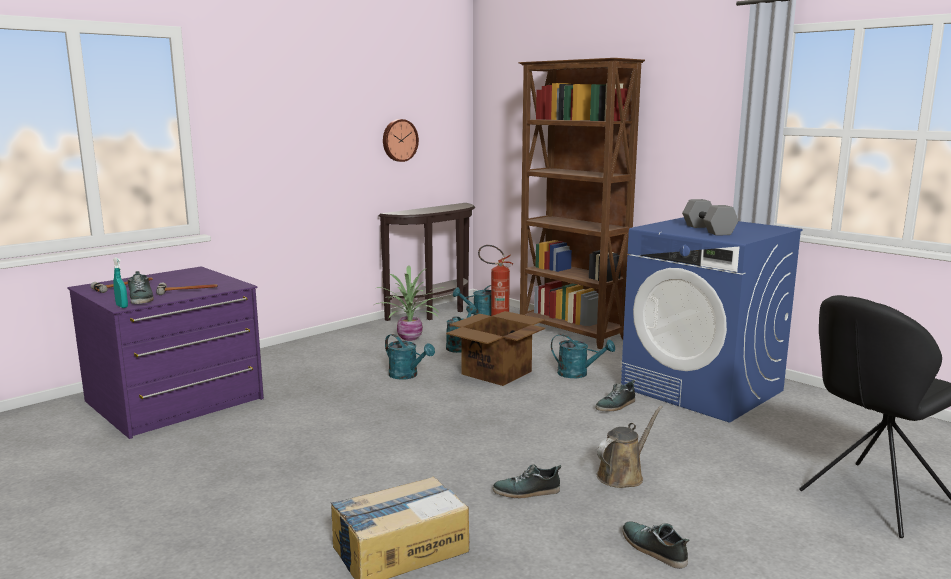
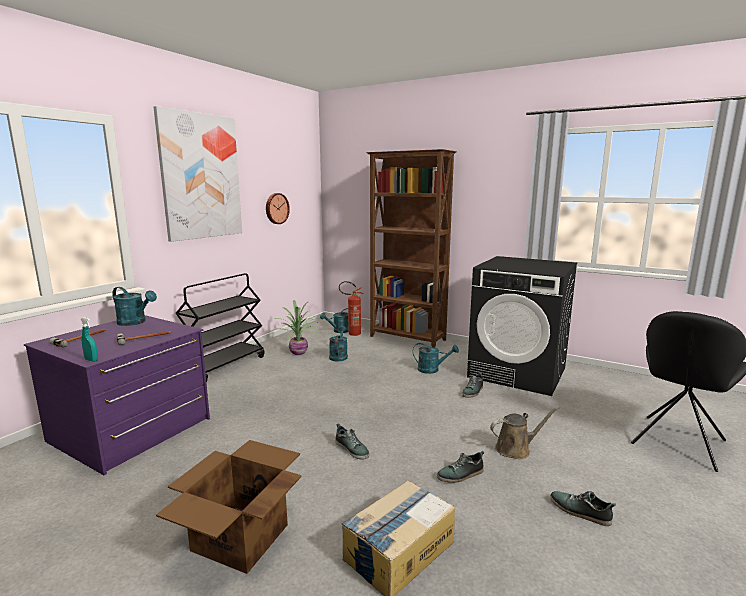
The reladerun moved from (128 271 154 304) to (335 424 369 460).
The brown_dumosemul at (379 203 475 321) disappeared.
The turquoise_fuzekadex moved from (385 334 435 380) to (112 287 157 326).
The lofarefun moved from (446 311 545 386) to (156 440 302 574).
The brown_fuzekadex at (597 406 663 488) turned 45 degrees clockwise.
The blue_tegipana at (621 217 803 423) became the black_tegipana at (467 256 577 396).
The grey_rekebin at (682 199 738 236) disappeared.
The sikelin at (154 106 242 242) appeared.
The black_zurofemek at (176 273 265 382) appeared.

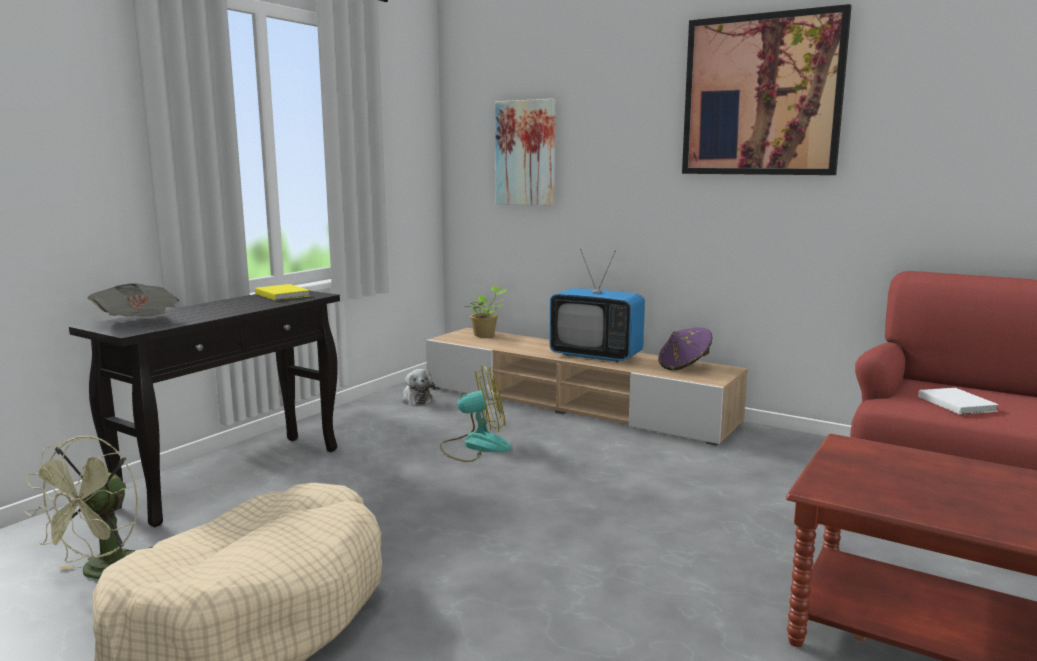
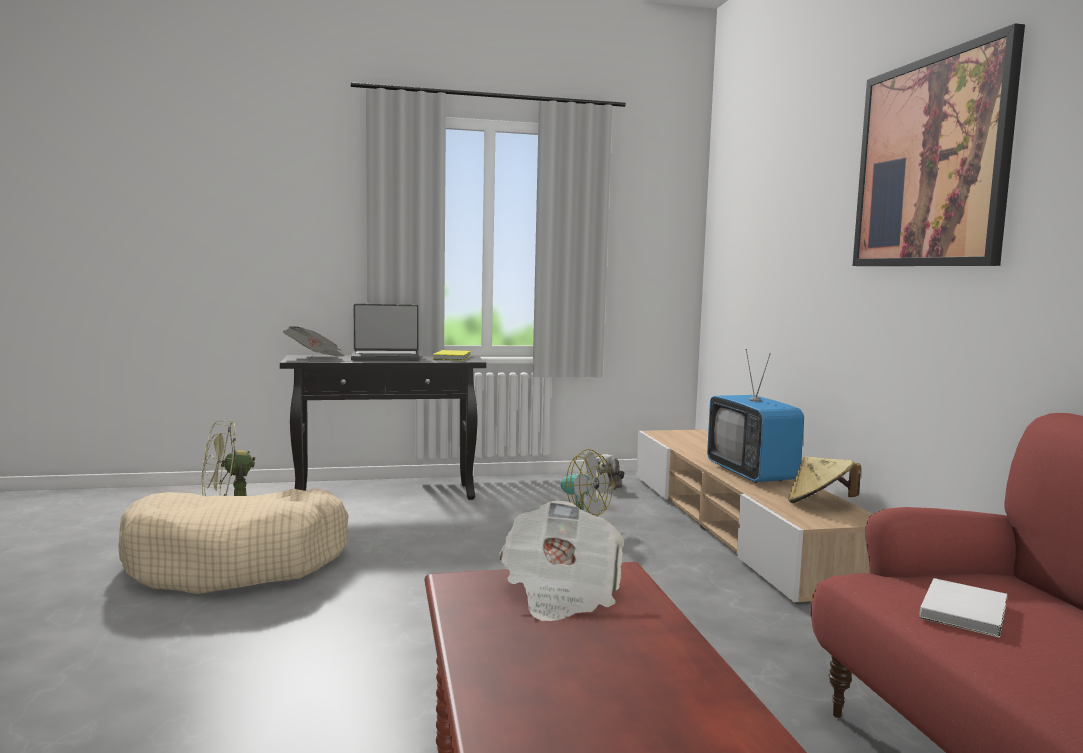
The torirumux at (466 286 507 337) disappeared.
The sikelin at (495 99 556 206) disappeared.
The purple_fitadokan at (658 327 713 370) became the beige_fitadokan at (788 456 861 503).
The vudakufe at (351 304 419 361) appeared.
The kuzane at (499 501 624 621) appeared.

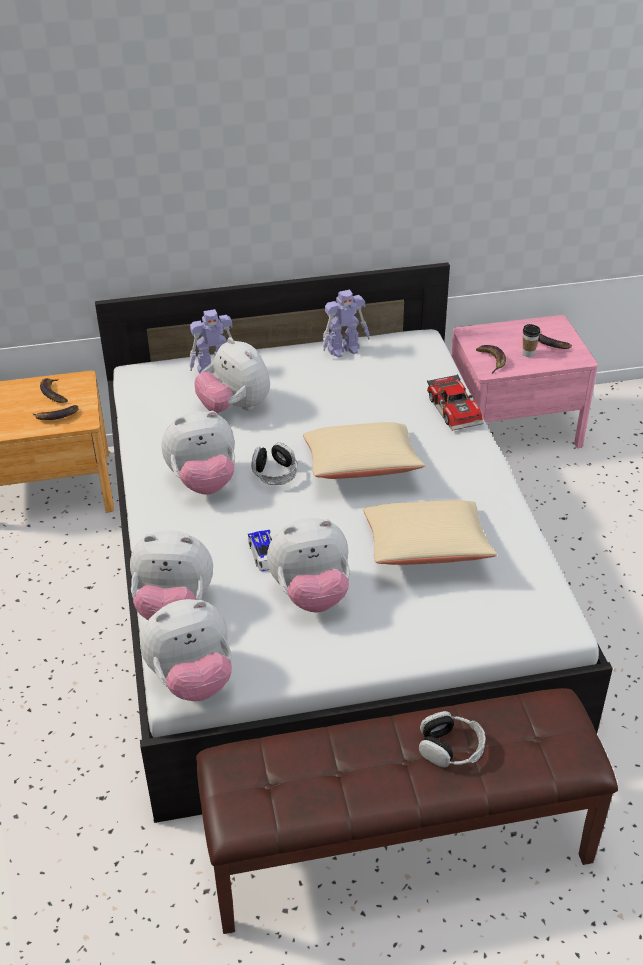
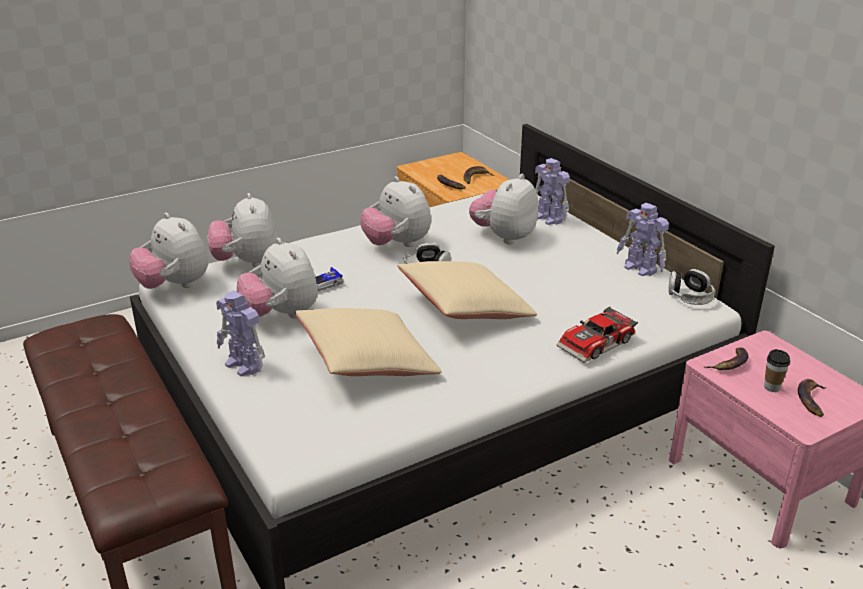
The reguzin moved from (419 711 486 767) to (668 269 715 305).
The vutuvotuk at (216 290 265 376) appeared.

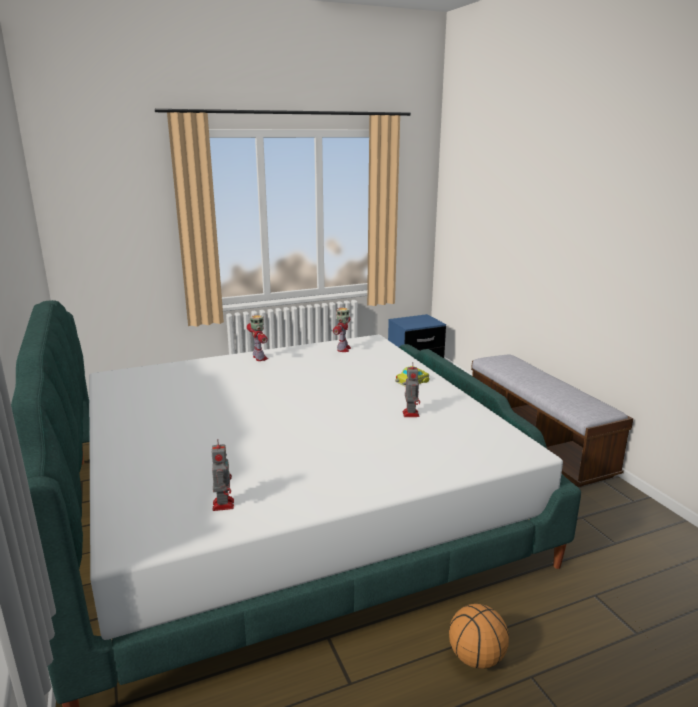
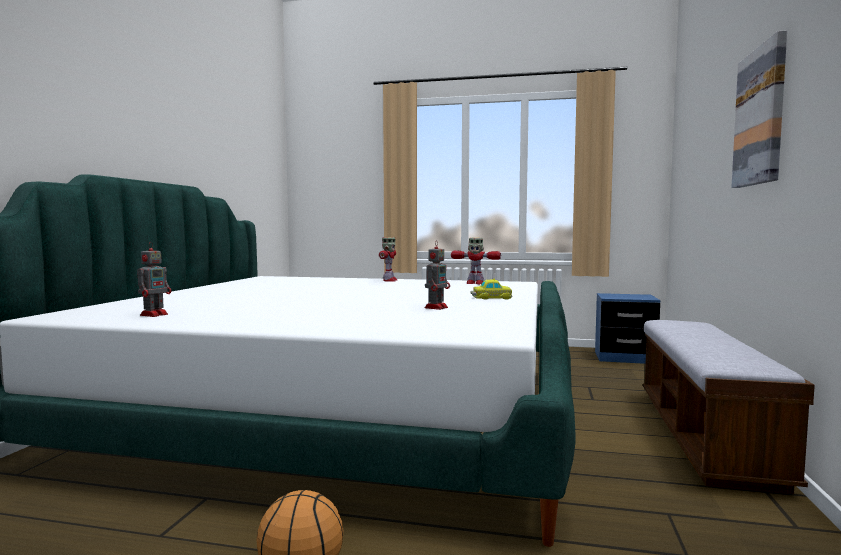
The vutuvotuk at (333 308 351 352) turned 60 degrees clockwise.
The sikelin at (731 30 787 188) appeared.

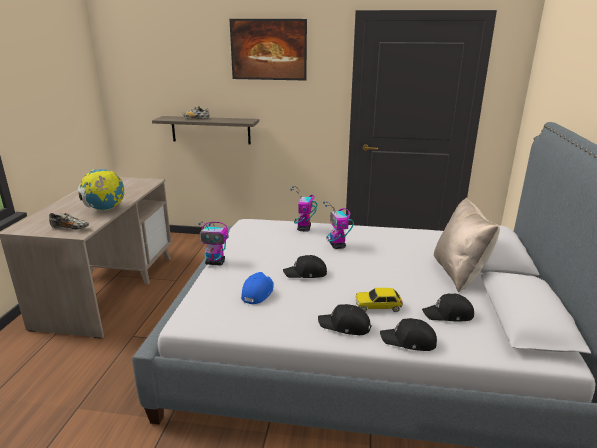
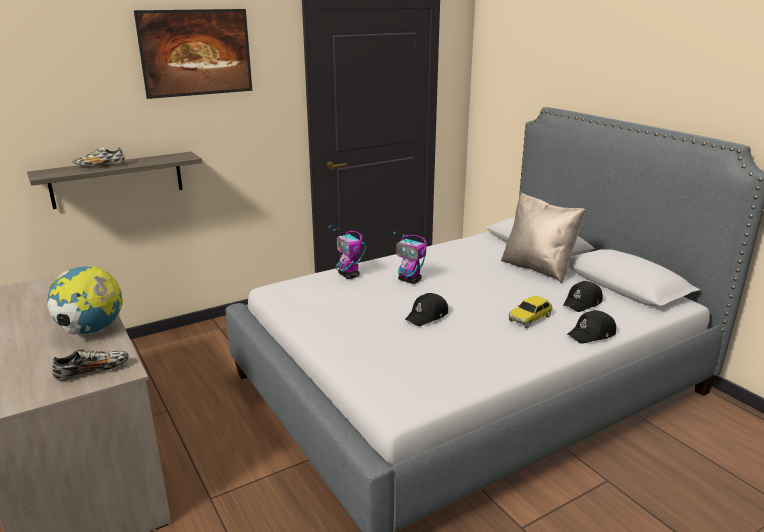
The vutuvotuk at (198 222 229 266) disappeared.
The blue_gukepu at (241 272 274 305) disappeared.
The black_gukepu at (318 304 371 335) disappeared.

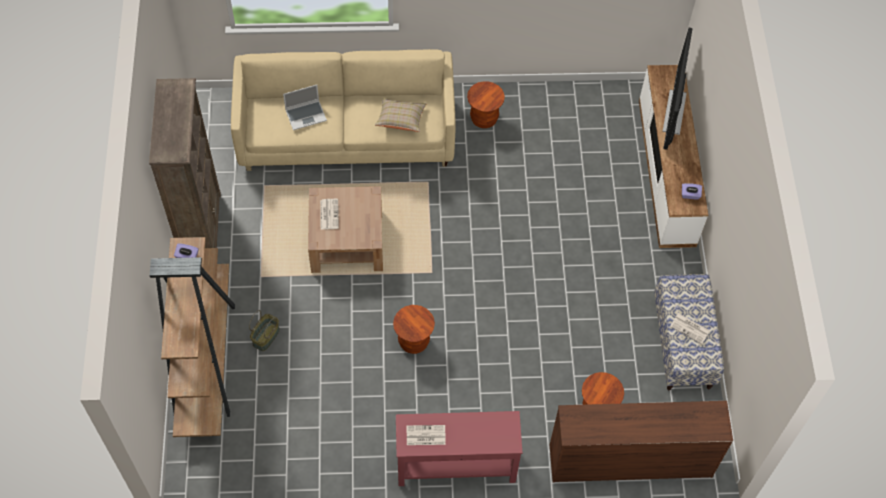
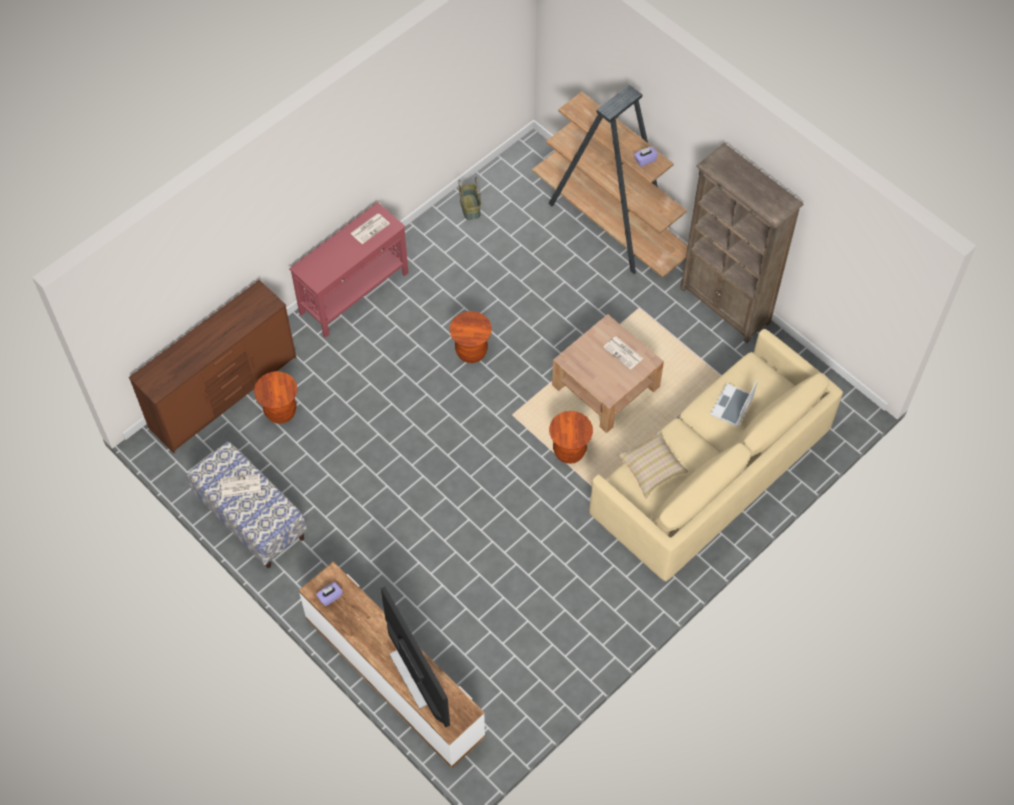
The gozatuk moved from (249 310 280 351) to (458 176 481 220).
The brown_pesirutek moved from (467 81 505 128) to (549 411 593 464).

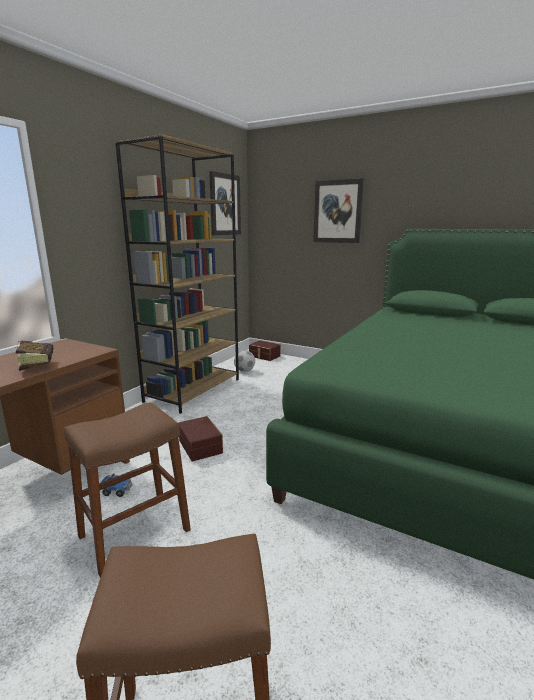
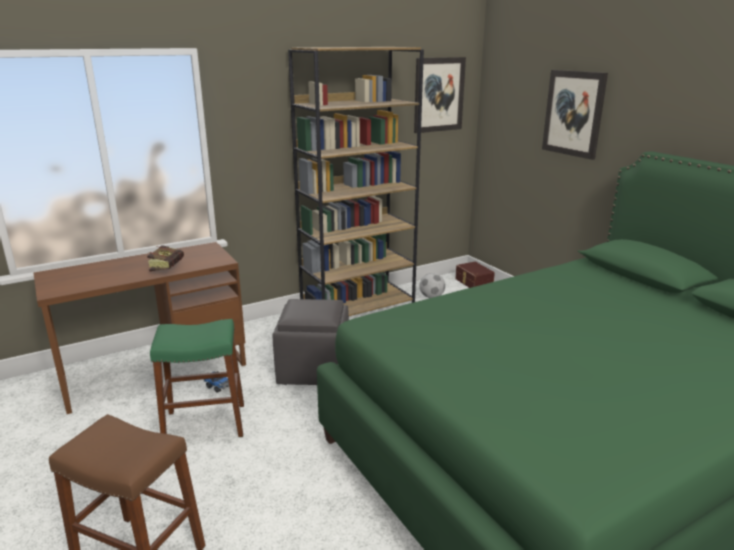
The brown_pesirutek at (64 402 191 578) became the green_pesirutek at (150 319 244 437).
The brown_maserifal at (178 416 223 461) was replaced by the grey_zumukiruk at (273 299 349 385).

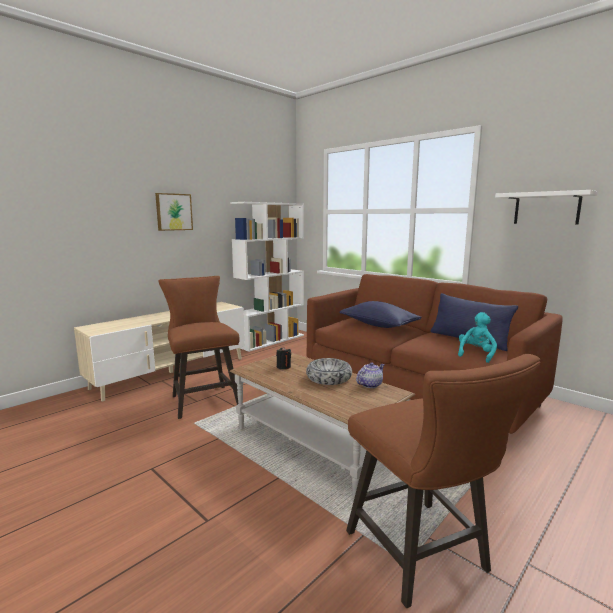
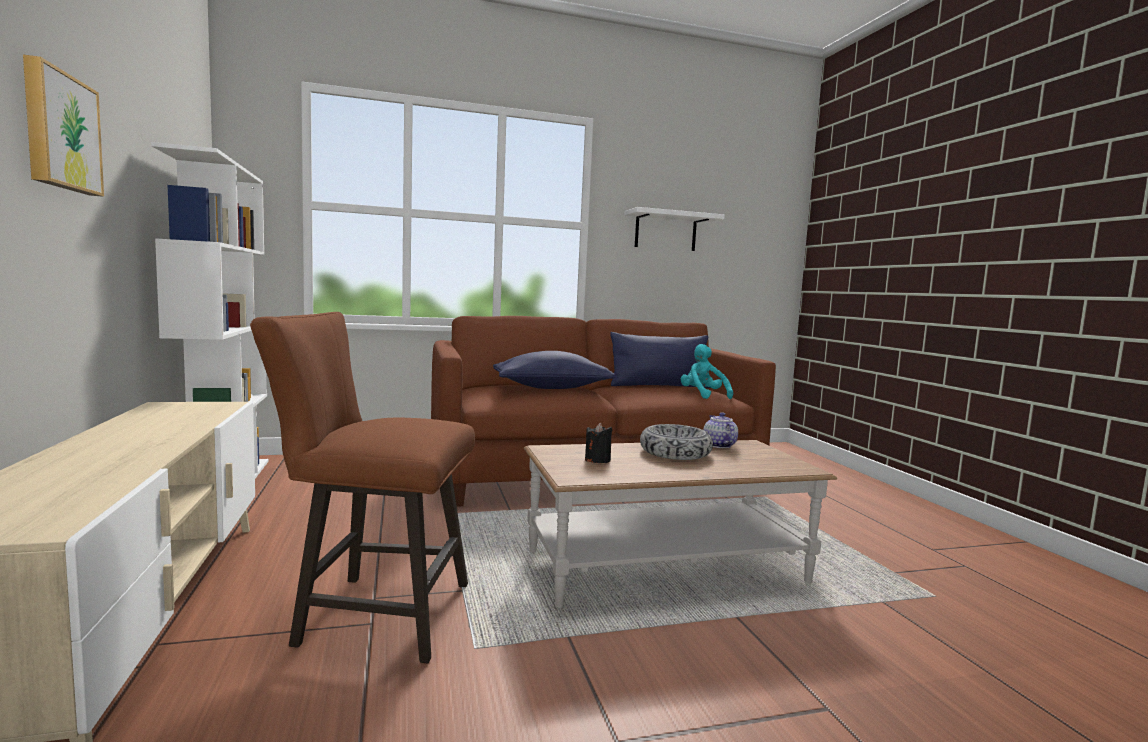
The brown_pesirutek at (346 354 541 608) disappeared.

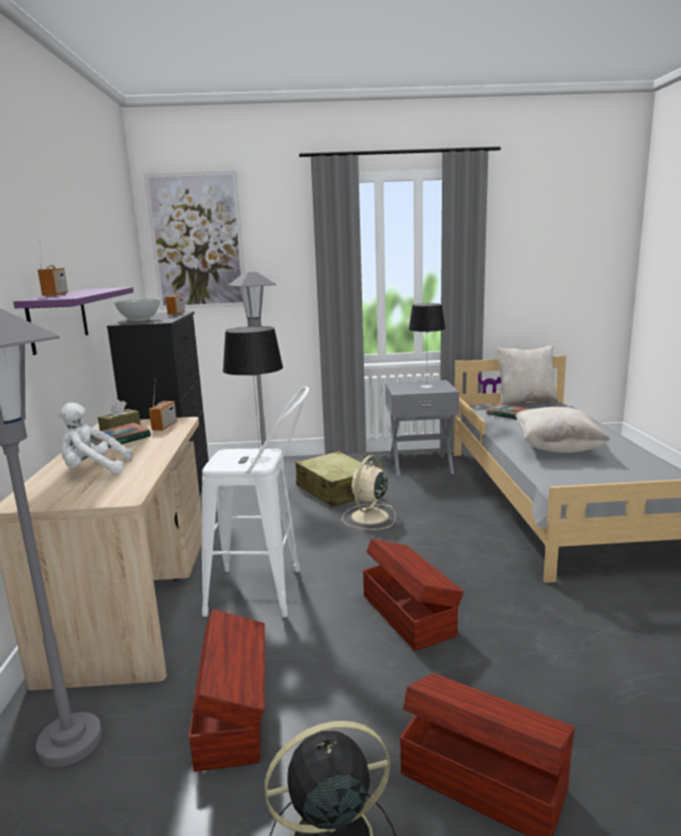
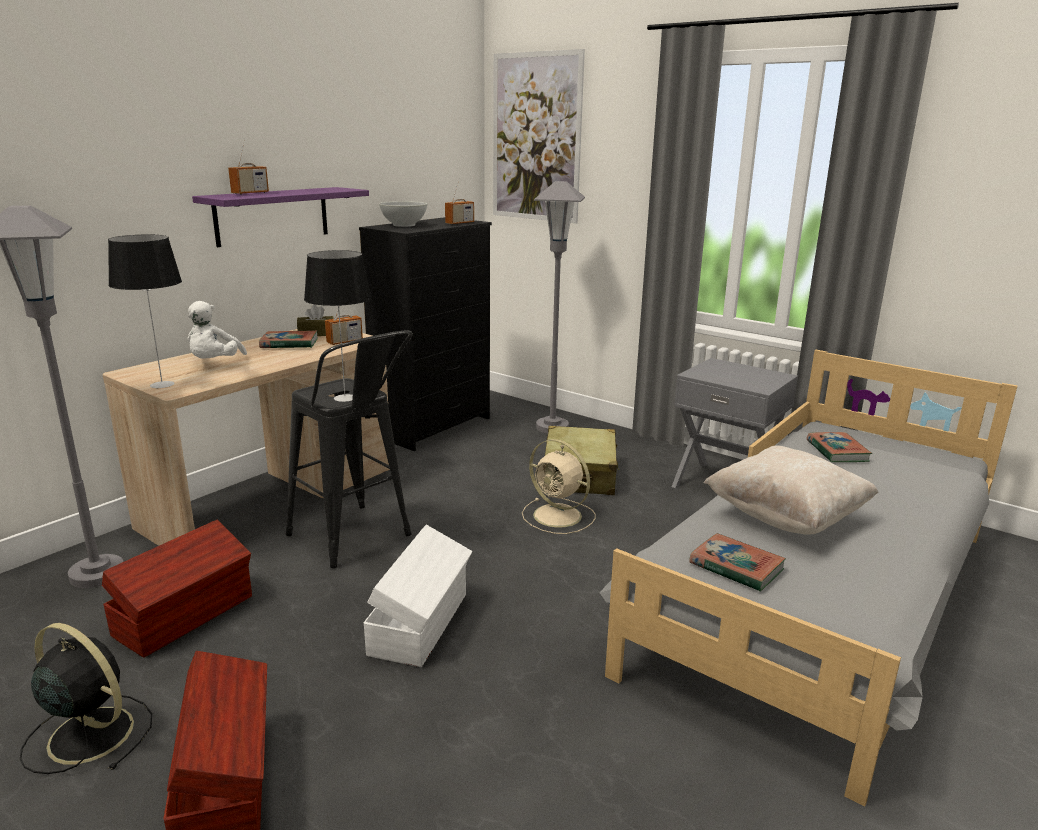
The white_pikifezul at (58 403 133 474) turned 120 degrees counterclockwise.
The white_pesirutek at (202 386 309 618) became the black_pesirutek at (286 330 413 568).
The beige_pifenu at (342 455 396 530) turned 120 degrees counterclockwise.
The brown_maserifal at (363 538 464 651) became the white_maserifal at (364 525 472 667).
The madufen moved from (409 303 446 388) to (108 235 182 388).
The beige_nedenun at (497 345 558 405) disappeared.
The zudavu at (689 533 786 592) appeared.

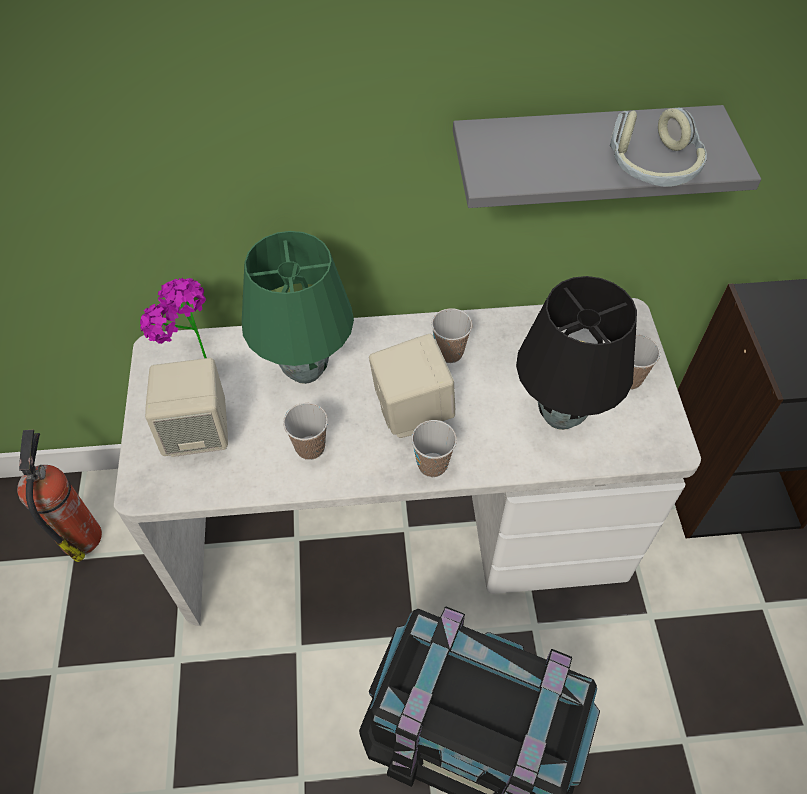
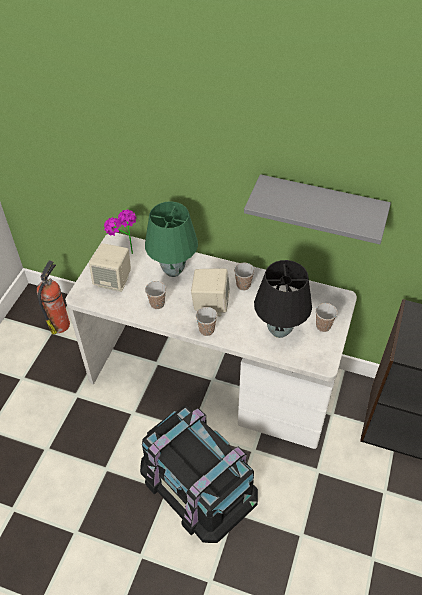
The reguzin at (610 108 707 187) disappeared.

